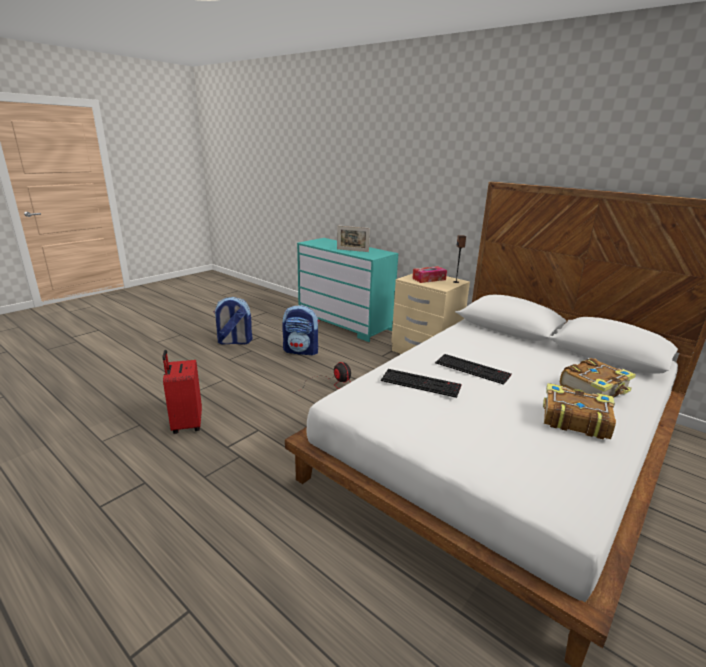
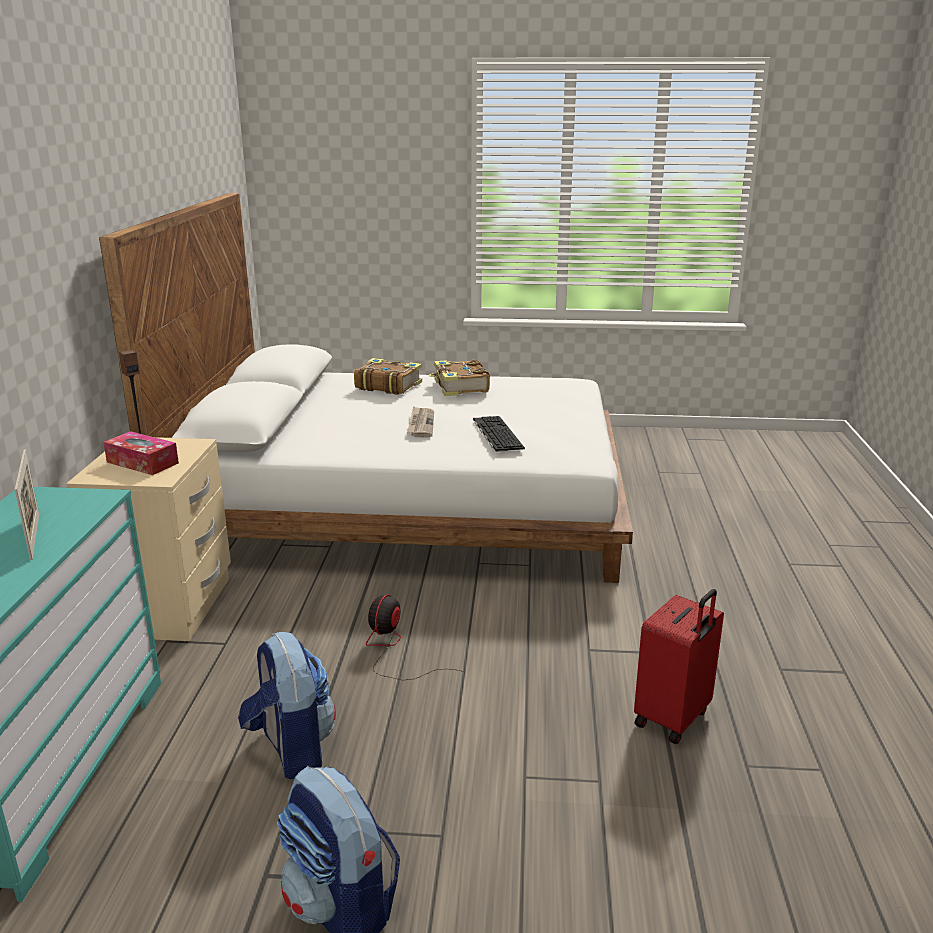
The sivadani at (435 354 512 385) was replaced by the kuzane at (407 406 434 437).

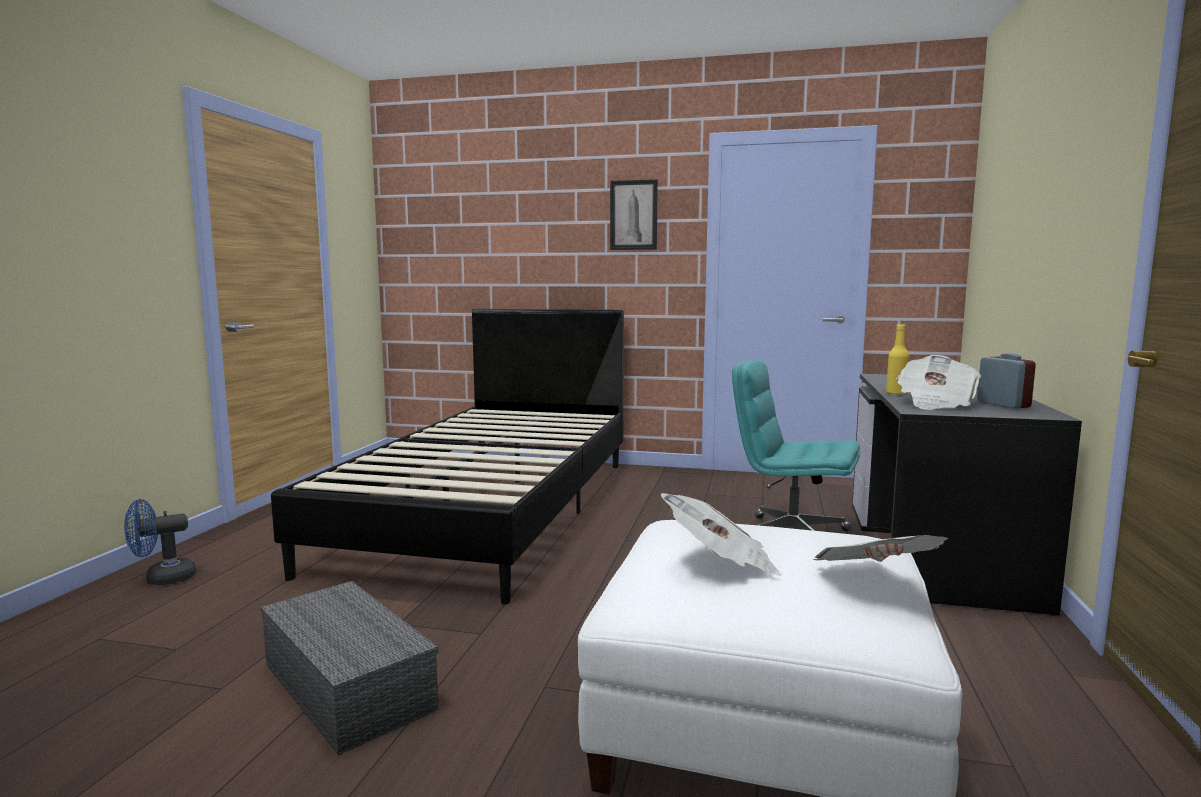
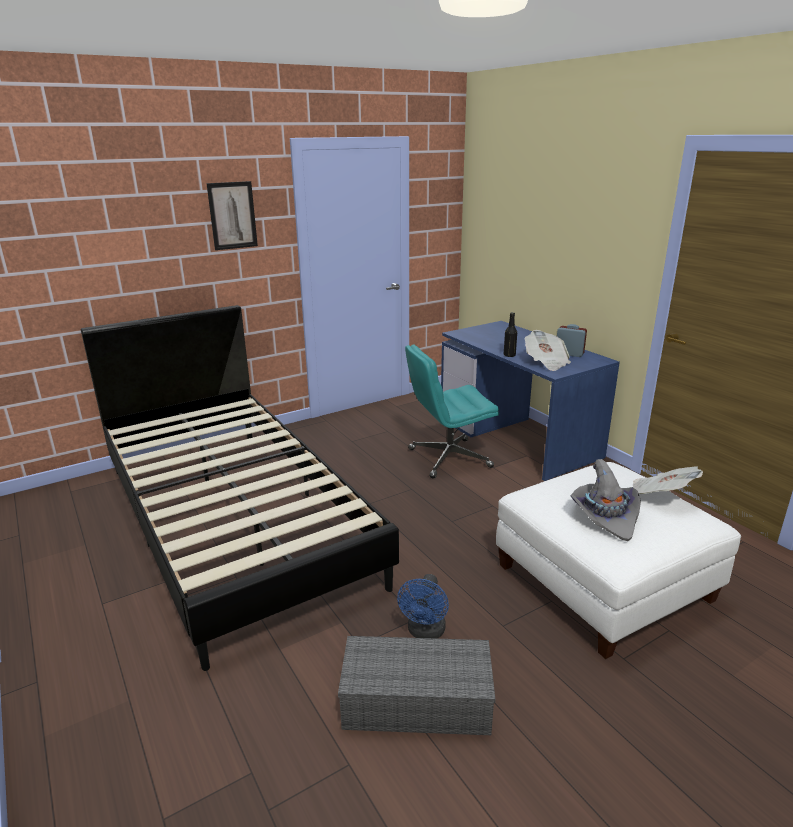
The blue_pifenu moved from (124 499 196 585) to (397 574 449 639).
The kuzane at (661 493 782 576) was replaced by the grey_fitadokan at (570 459 641 541).
The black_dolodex at (852 374 1082 616) became the blue_dolodex at (441 321 620 481).
The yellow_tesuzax at (886 324 909 395) became the black_tesuzax at (504 312 517 357).

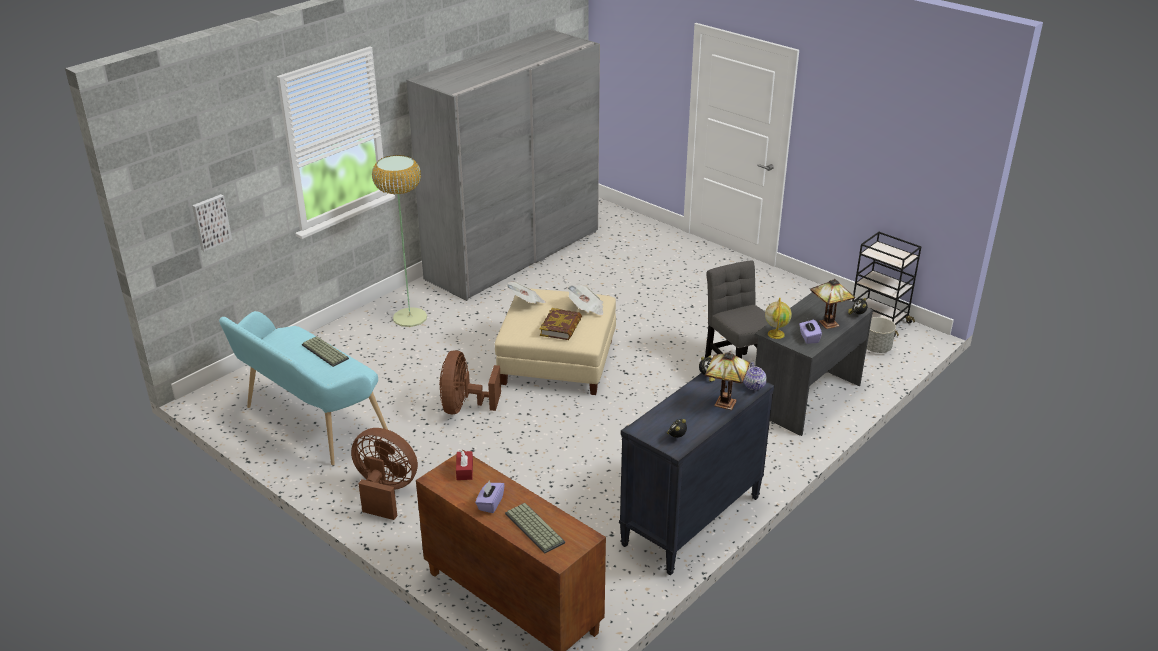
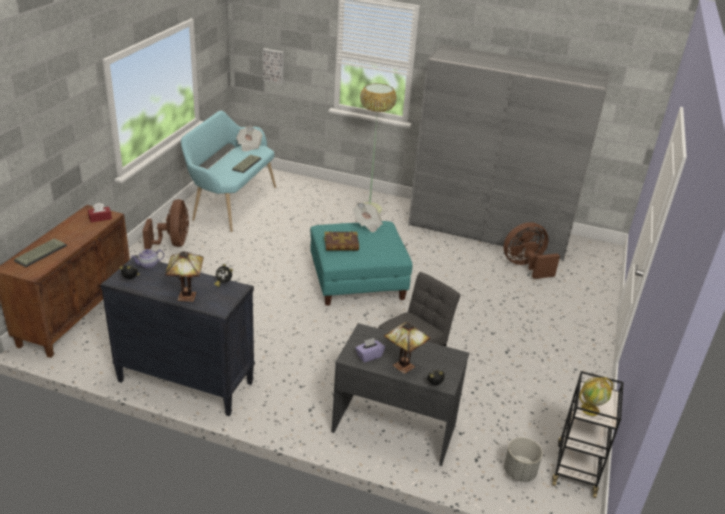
The brown_pifenu moved from (439 350 501 414) to (503 222 560 279).
The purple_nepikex at (475 480 505 513) disappeared.
The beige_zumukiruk at (495 288 616 395) became the turquoise_zumukiruk at (310 221 413 306).
The kuzane moved from (567 284 603 315) to (236 126 263 151).
The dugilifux moved from (744 362 767 391) to (131 249 164 269).
The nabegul moved from (765 298 792 339) to (579 377 613 416).

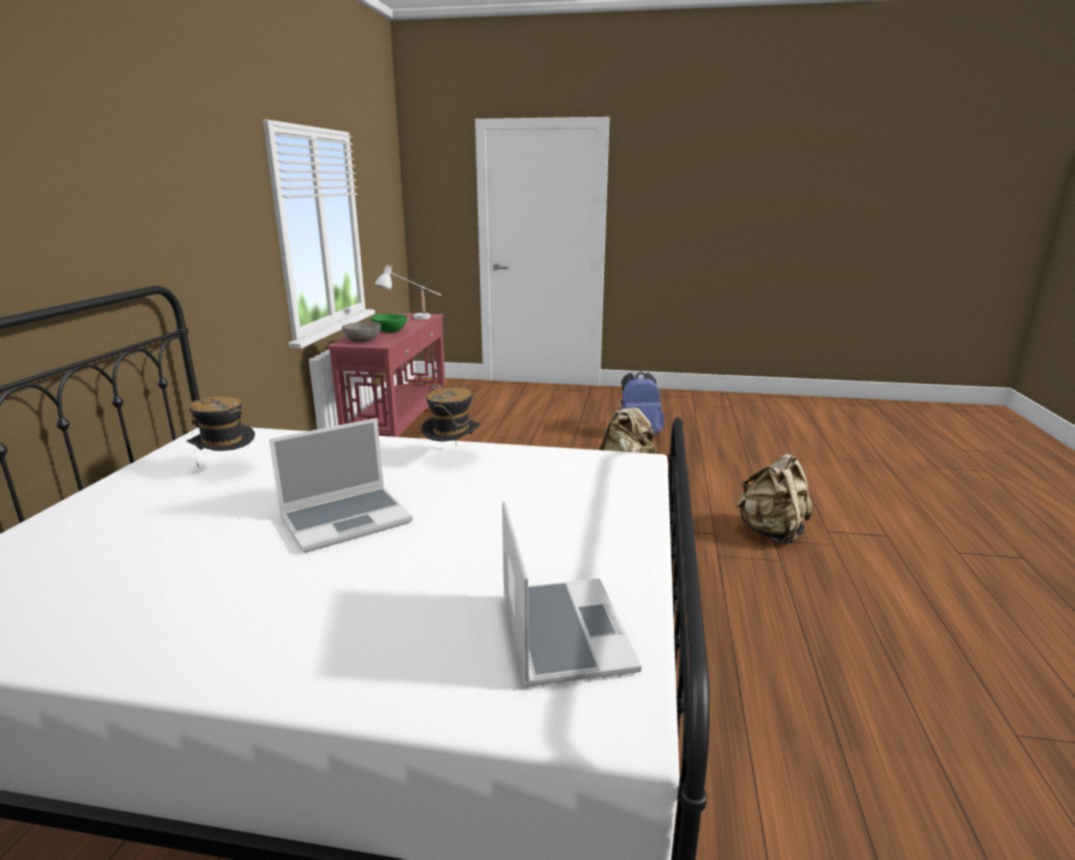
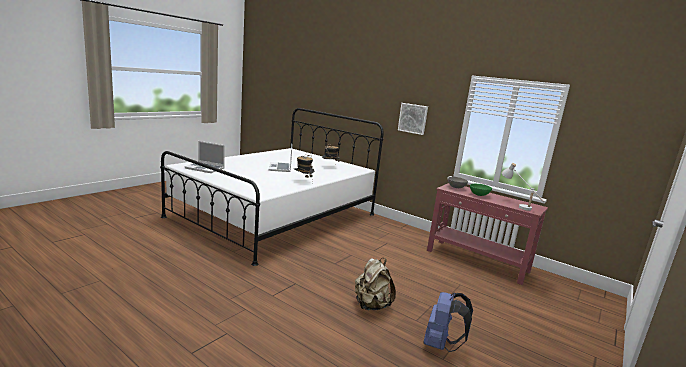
The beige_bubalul at (736 454 813 545) disappeared.
The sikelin at (398 103 428 135) appeared.

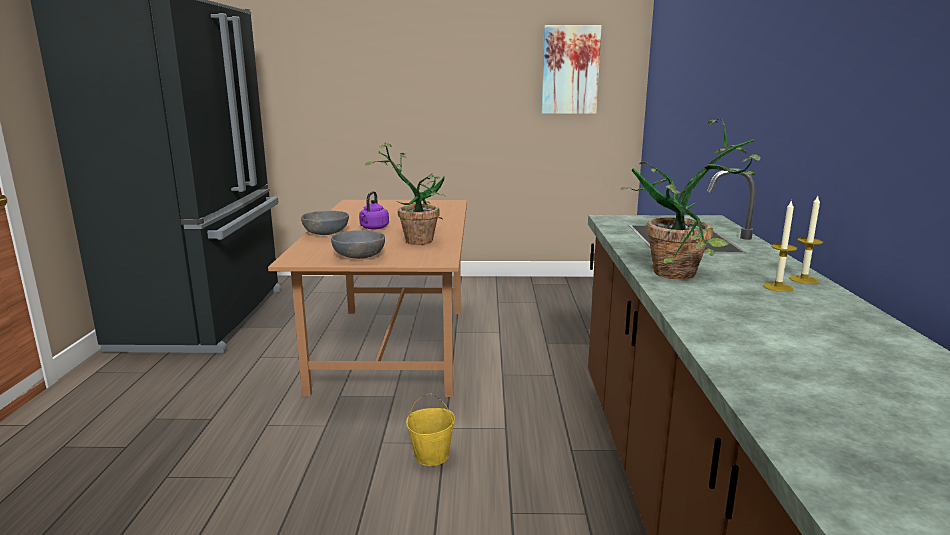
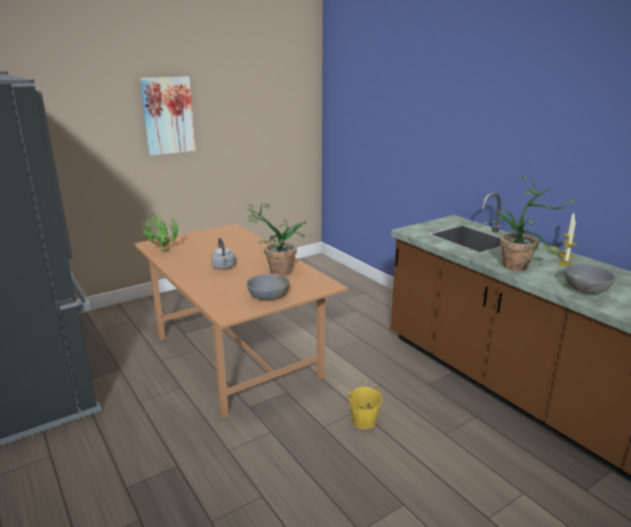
The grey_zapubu moved from (301 211 349 235) to (564 264 615 294).
The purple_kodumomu at (359 191 389 229) became the grey_kodumomu at (211 238 236 270).
The sikelin moved from (542 25 602 114) to (140 76 196 156).
The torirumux at (140 213 178 251) appeared.

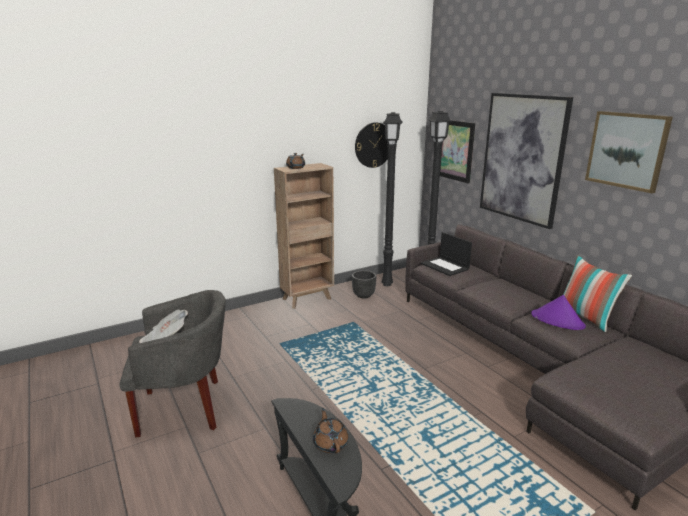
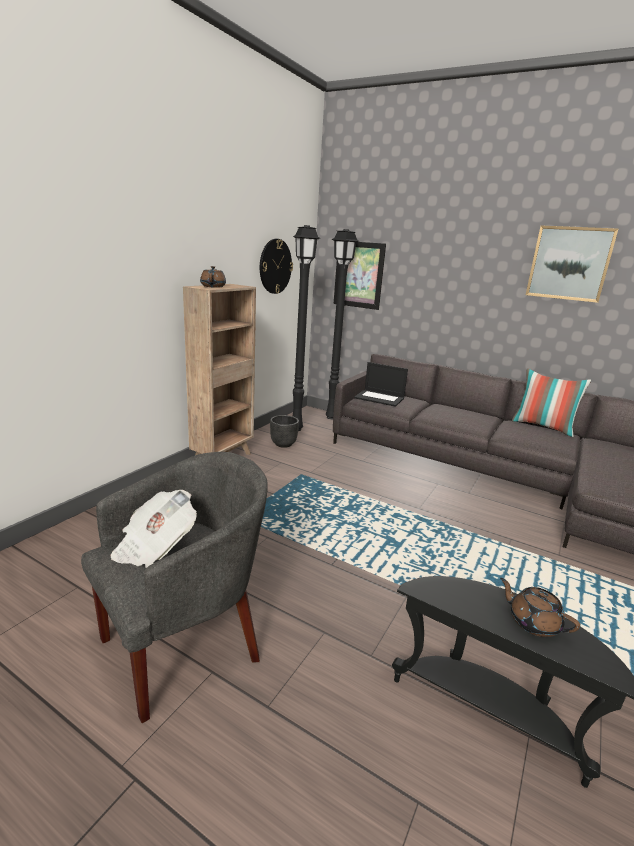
The sikelin at (480 93 573 229) disappeared.
The purple_fitadokan at (531 295 586 330) disappeared.

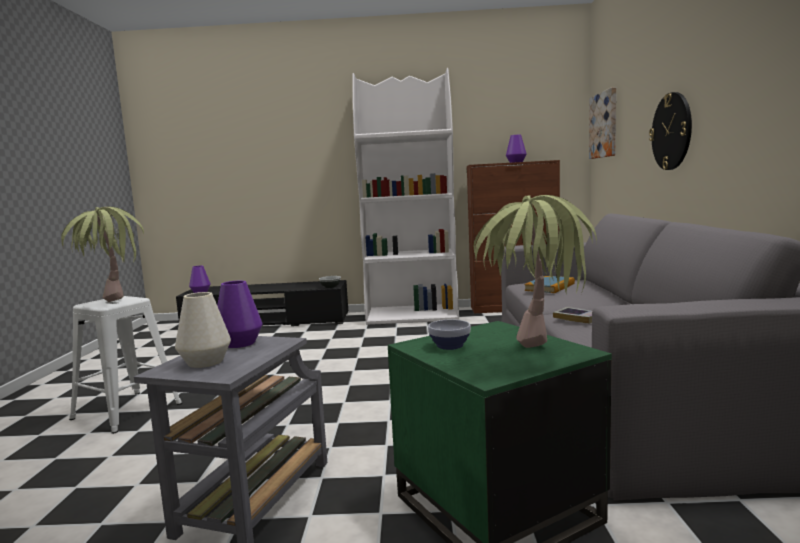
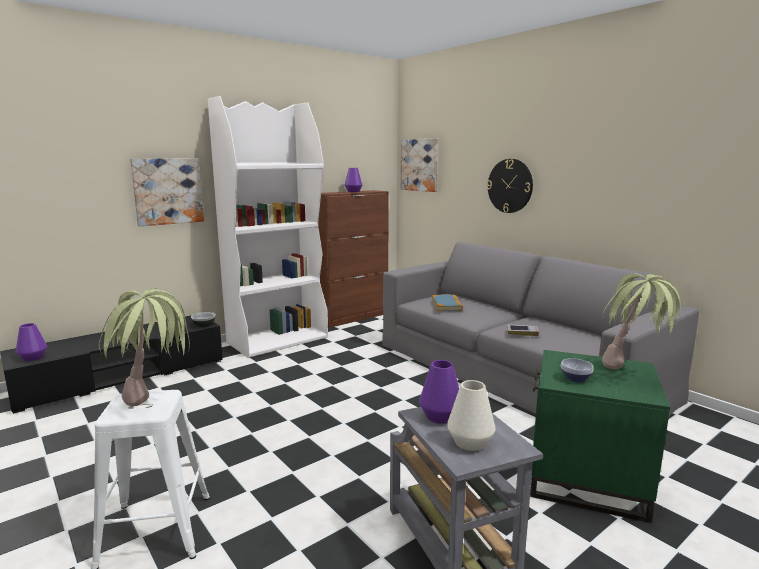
The sikelin at (130 158 204 226) appeared.

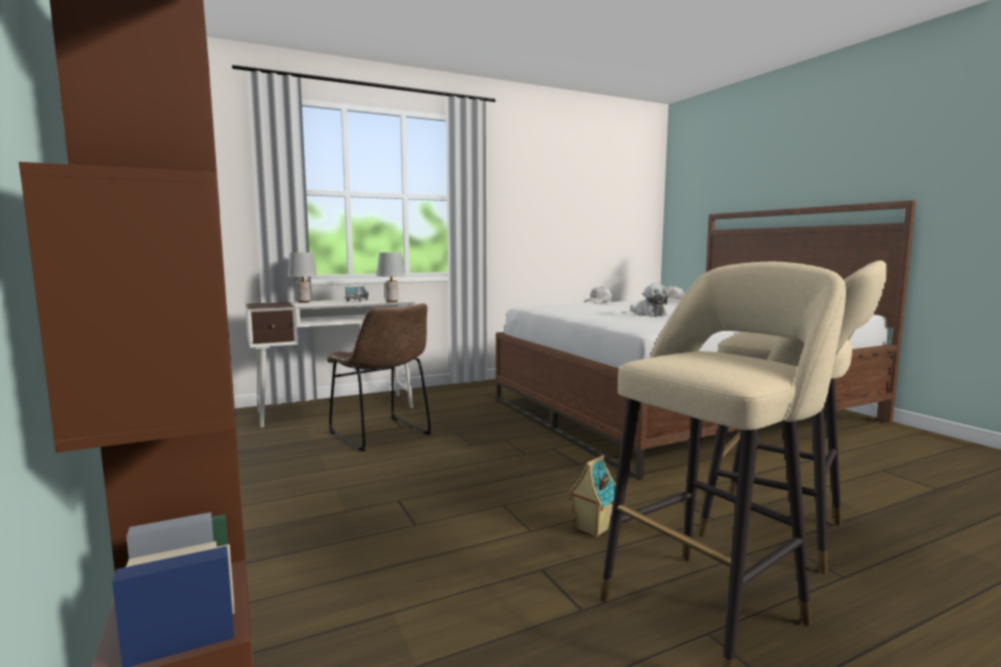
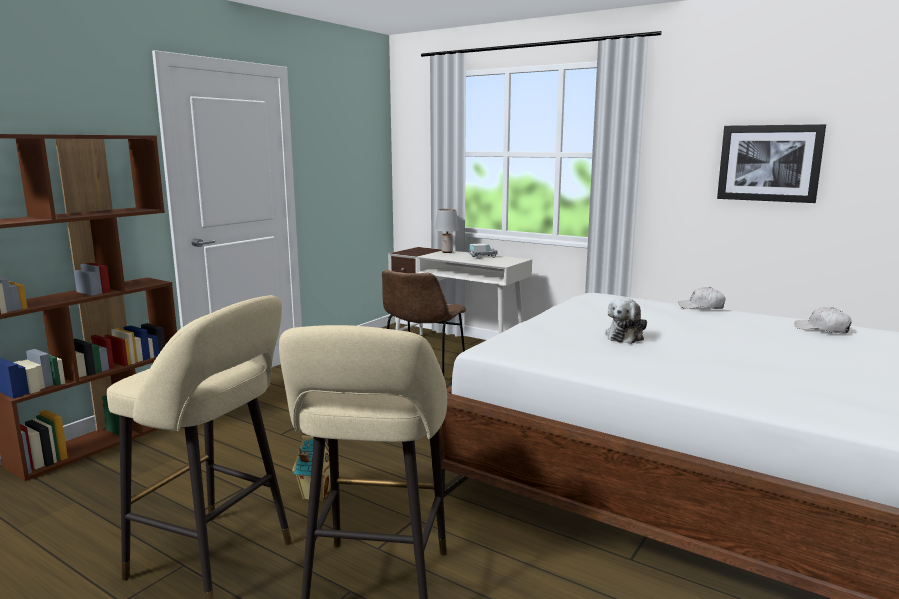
The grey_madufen at (377 252 405 302) disappeared.
The sikelin at (717 124 826 203) appeared.

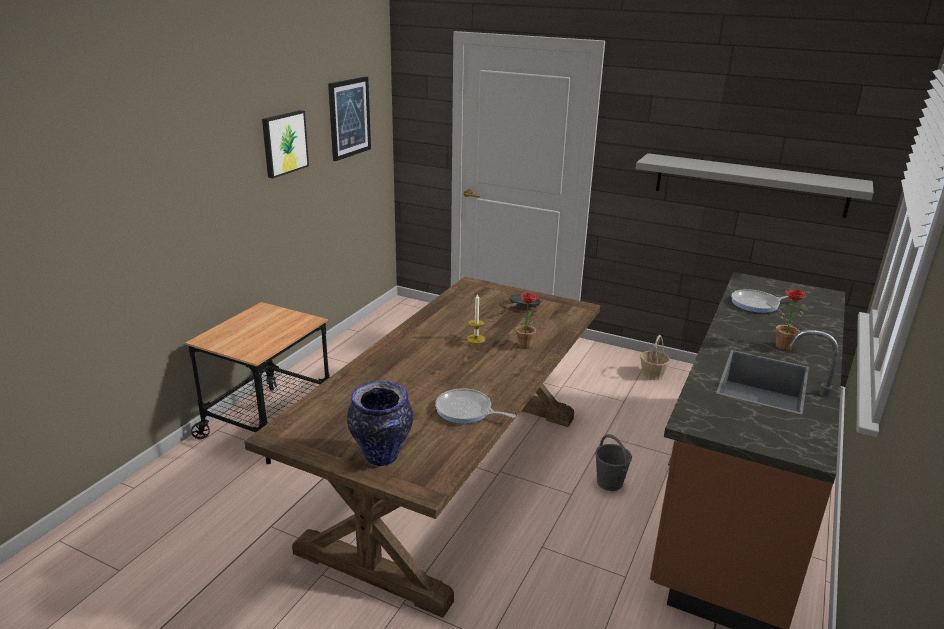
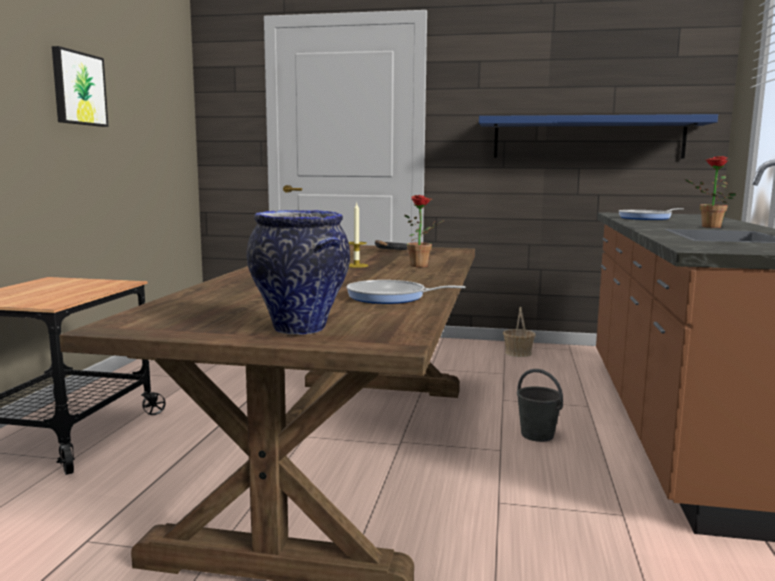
The sikelin at (328 76 371 161) disappeared.
The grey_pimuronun at (636 153 873 218) became the blue_pimuronun at (479 114 718 159).

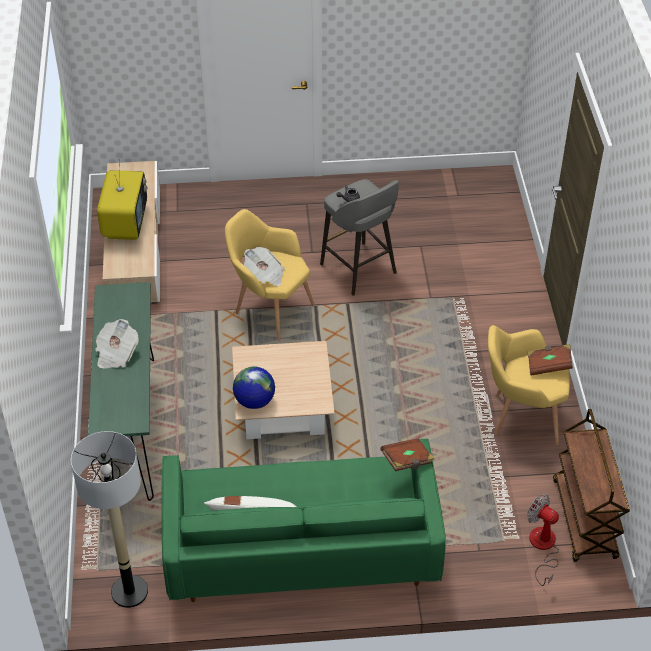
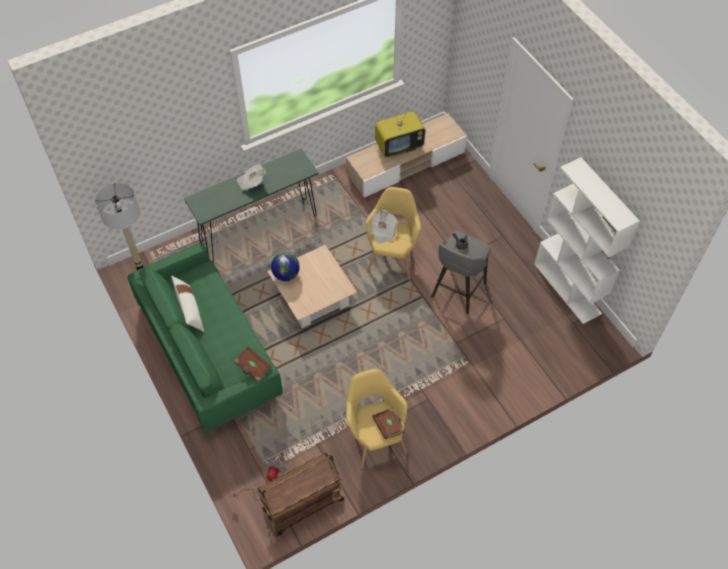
The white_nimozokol at (534 157 639 324) appeared.

